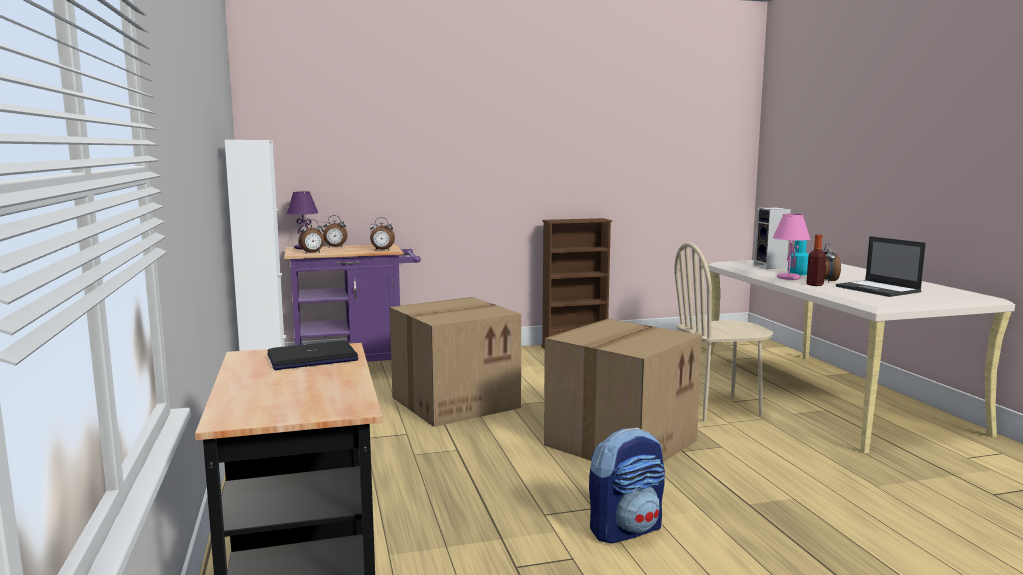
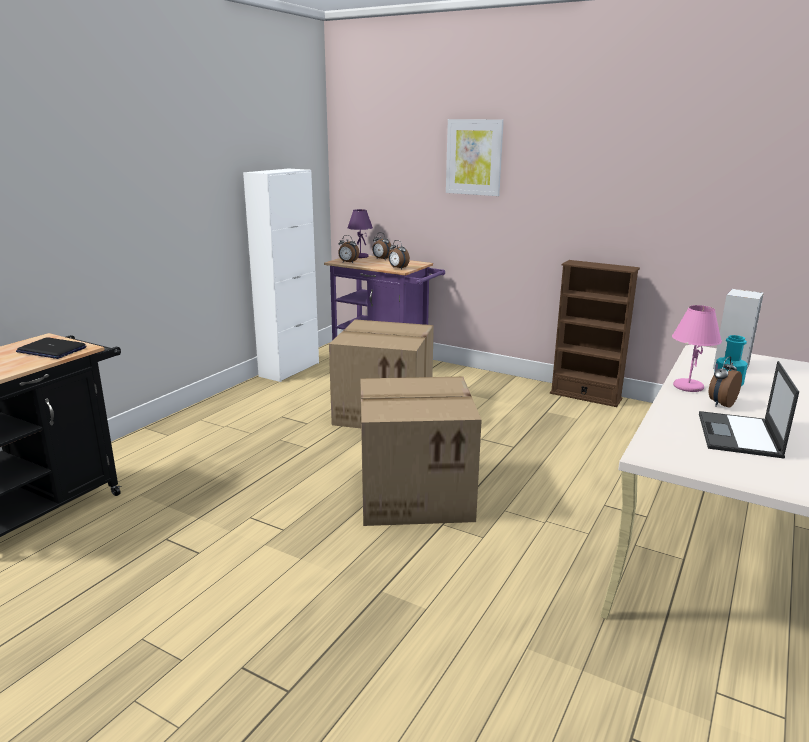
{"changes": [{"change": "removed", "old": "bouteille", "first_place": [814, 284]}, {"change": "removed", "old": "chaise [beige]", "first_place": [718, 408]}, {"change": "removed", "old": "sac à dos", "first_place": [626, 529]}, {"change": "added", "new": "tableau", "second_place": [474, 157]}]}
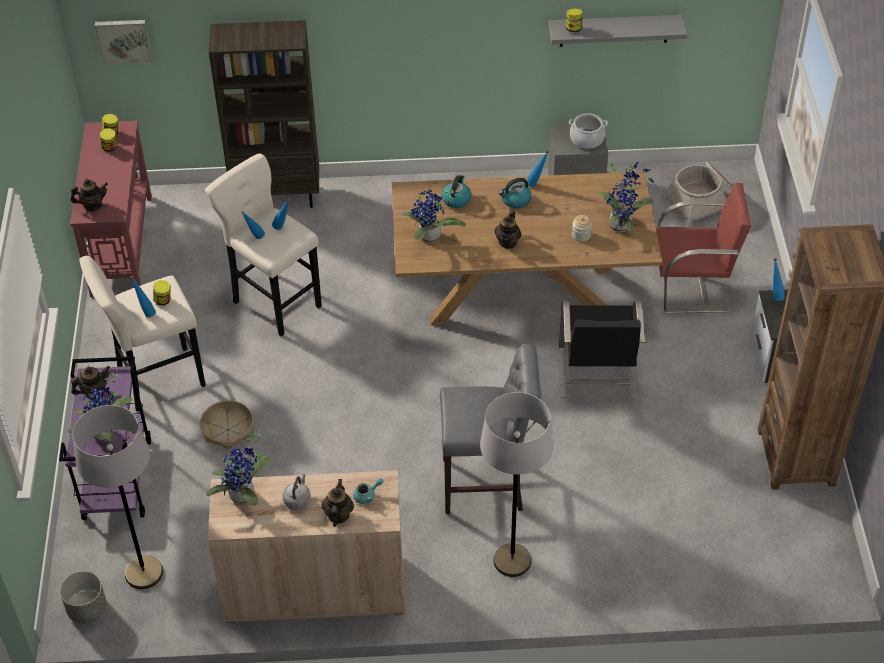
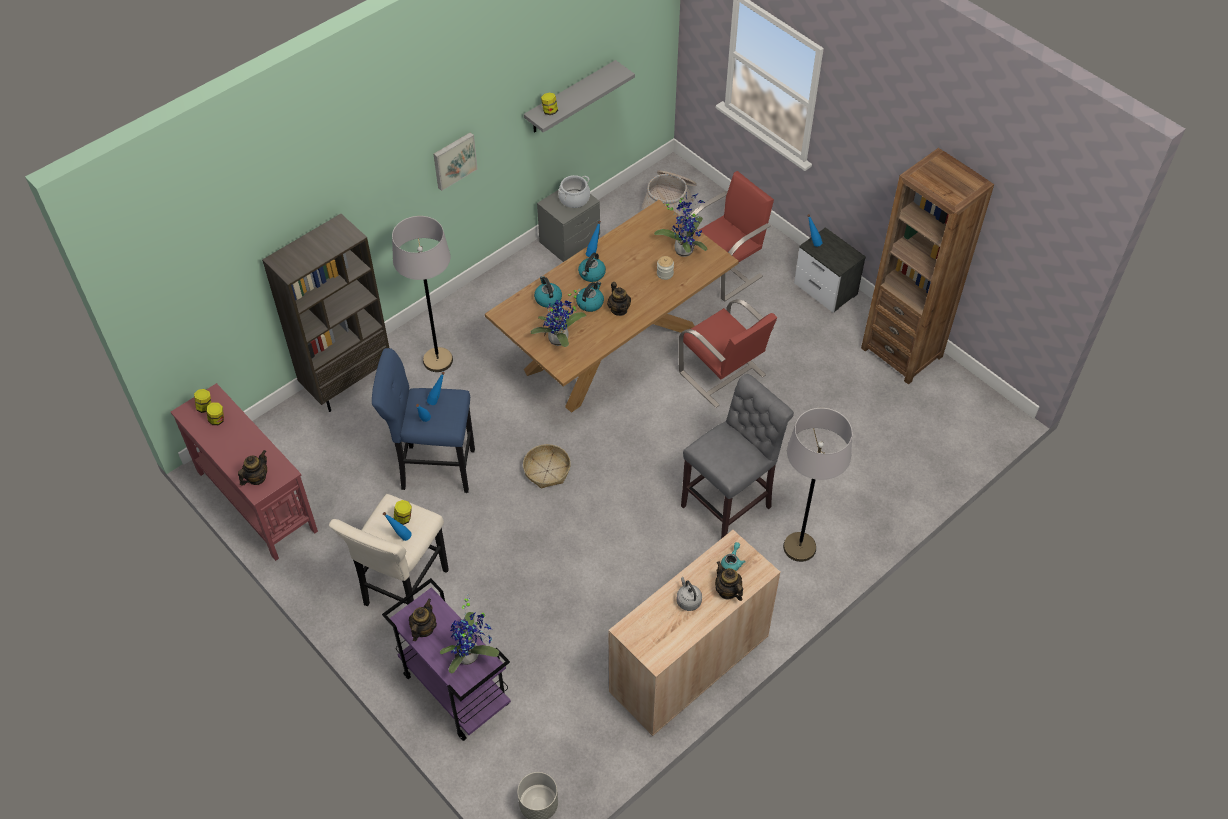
{"changes": [{"change": "moved", "old": "tableau", "first_place": [124, 40], "second_place": [454, 160]}, {"change": "recoloured", "old": "tabouret [beige]", "new": "tabouret [bleu]", "first_place": [274, 301], "second_place": [433, 468]}, {"change": "recoloured", "old": "chaise [noir]", "new": "chaise [rouge]", "first_place": [597, 374], "second_place": [723, 375]}, {"change": "moved", "old": "panier", "first_place": [227, 430], "second_place": [547, 471]}, {"change": "moved", "old": "lampadaire [gris]", "first_place": [144, 573], "second_place": [438, 360]}, {"change": "removed", "old": "plante en pot", "first_place": [244, 497]}, {"change": "added", "new": "bouilloire", "second_place": [590, 303]}]}
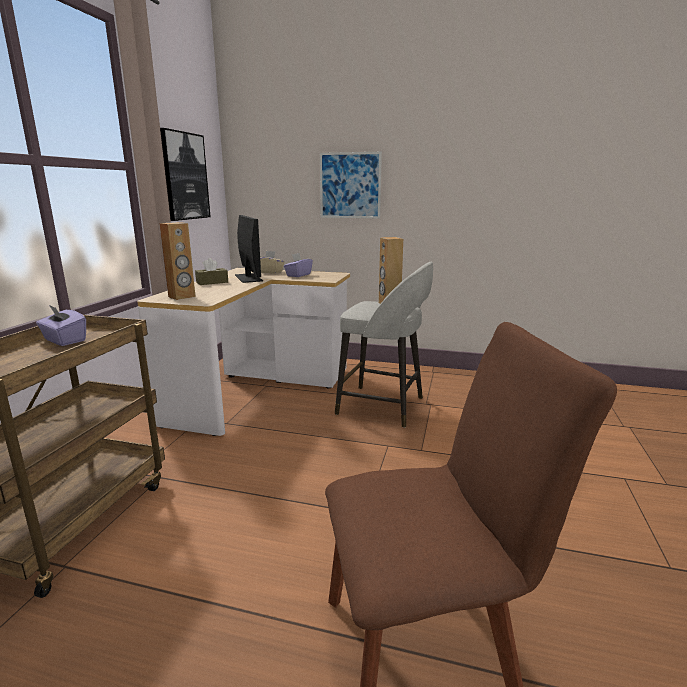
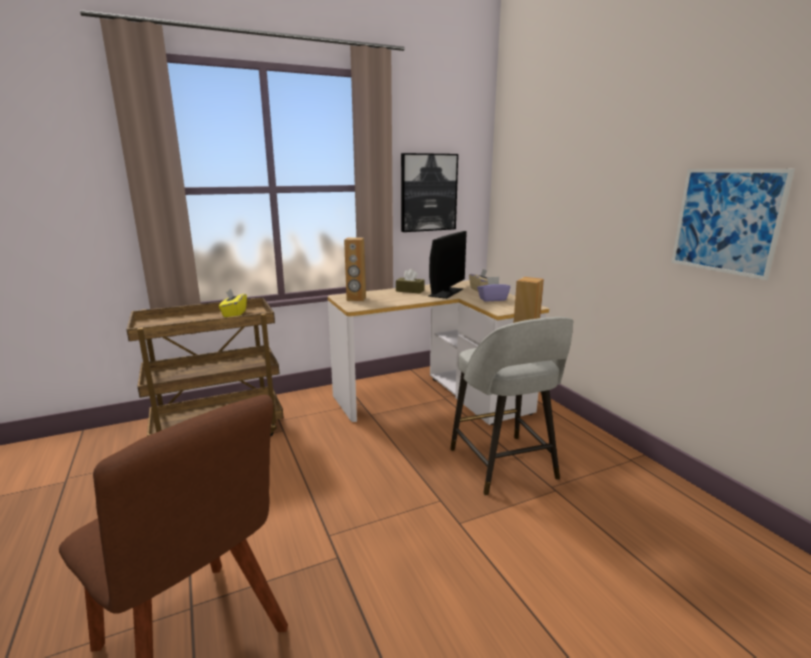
{"changes": [{"change": "moved", "old": "tableau", "first_place": [350, 185], "second_place": [726, 221]}, {"change": "recoloured", "old": "boîte à mouchoirs [violet]", "new": "boîte à mouchoirs [jaune]", "first_place": [64, 340], "second_place": [234, 314]}]}
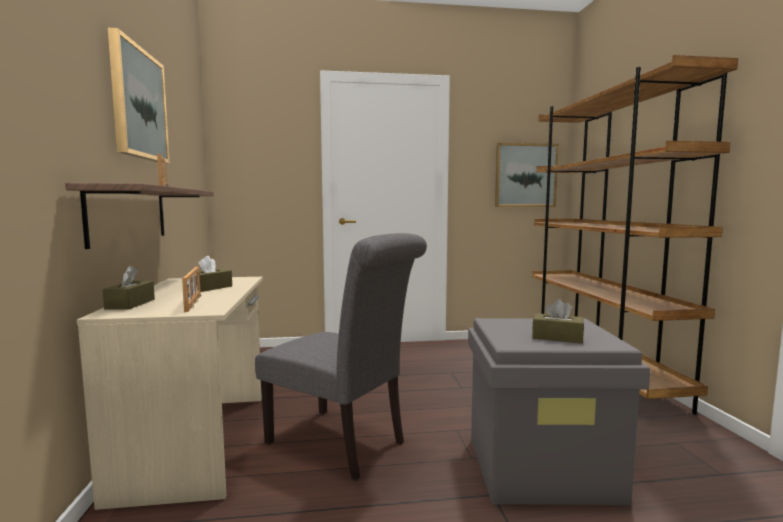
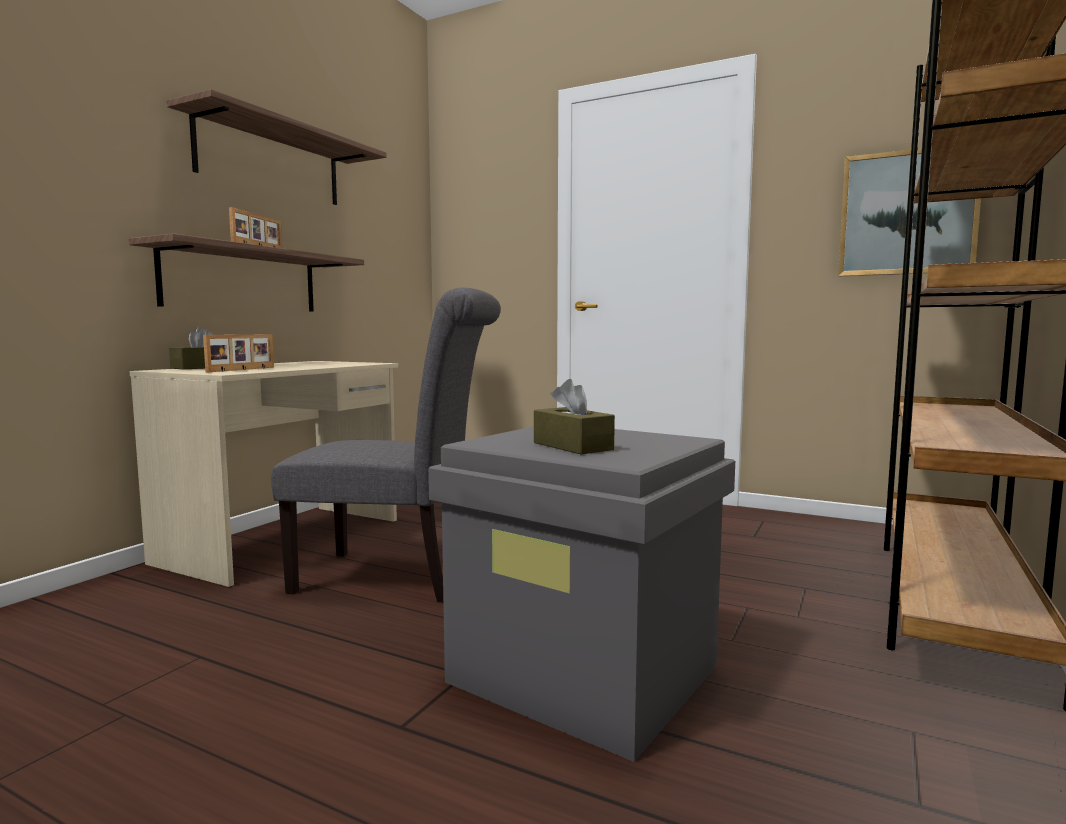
{"changes": [{"change": "replaced", "old": "tableau", "new": "étagère", "first_place": [138, 104], "second_place": [271, 162]}, {"change": "turned", "old": "chaise [gris]", "first_place": [342, 444], "second_place": [398, 577], "degrees": -60}, {"change": "removed", "old": "boîte à mouchoirs [marron]", "first_place": [210, 288]}]}
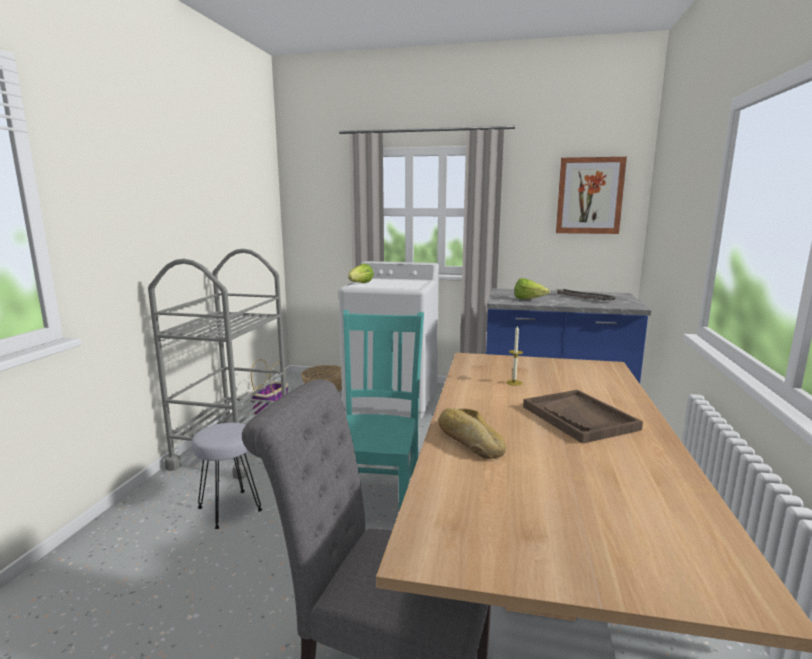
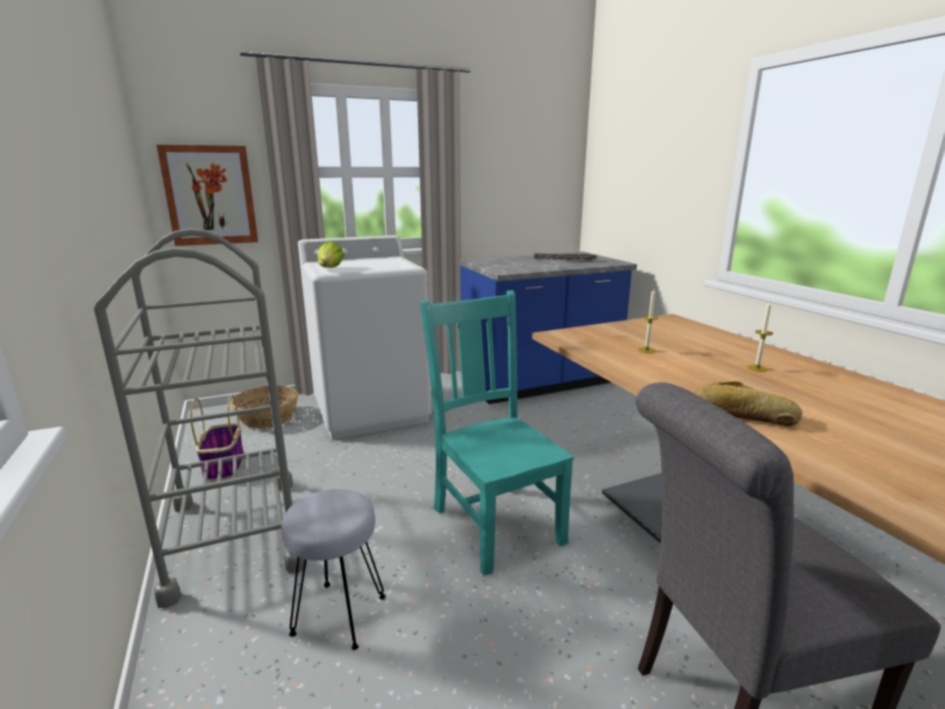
{"changes": [{"change": "moved", "old": "tableau", "first_place": [589, 196], "second_place": [210, 195]}, {"change": "removed", "old": "laitue", "first_place": [528, 299]}, {"change": "replaced", "old": "plateau [marron]", "new": "bougie", "first_place": [579, 418], "second_place": [757, 368]}]}
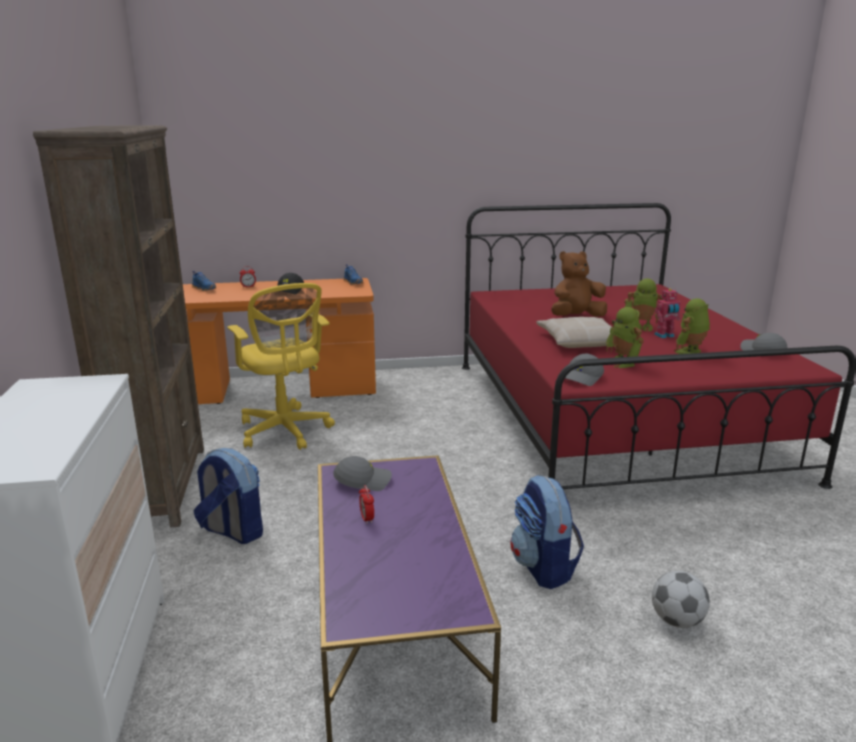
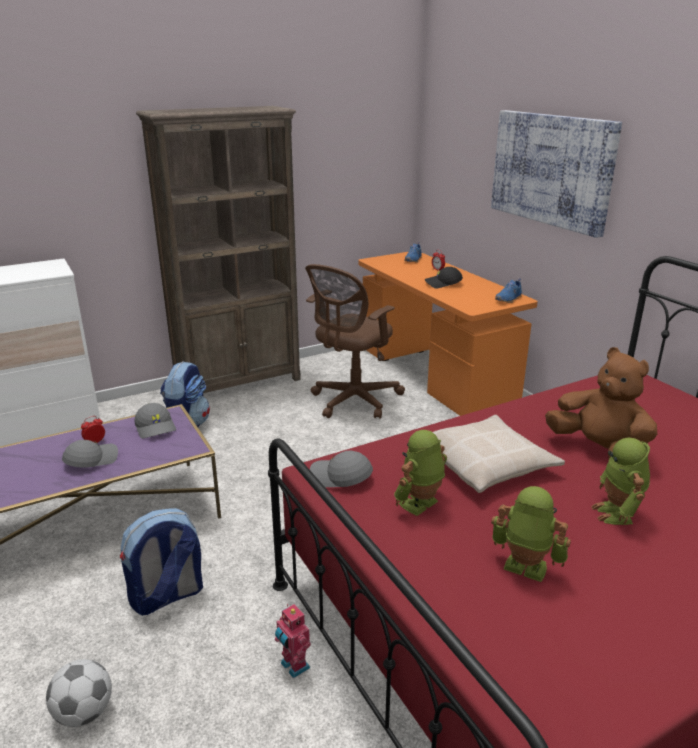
{"changes": [{"change": "recoloured", "old": "chaise de bureau [jaune]", "new": "chaise de bureau [marron]", "first_place": [285, 432], "second_place": [352, 401]}, {"change": "moved", "old": "robot jouet", "first_place": [665, 336], "second_place": [293, 666]}, {"change": "moved", "old": "casquette [gris]", "first_place": [762, 351], "second_place": [91, 460]}, {"change": "added", "new": "tableau", "second_place": [552, 169]}]}
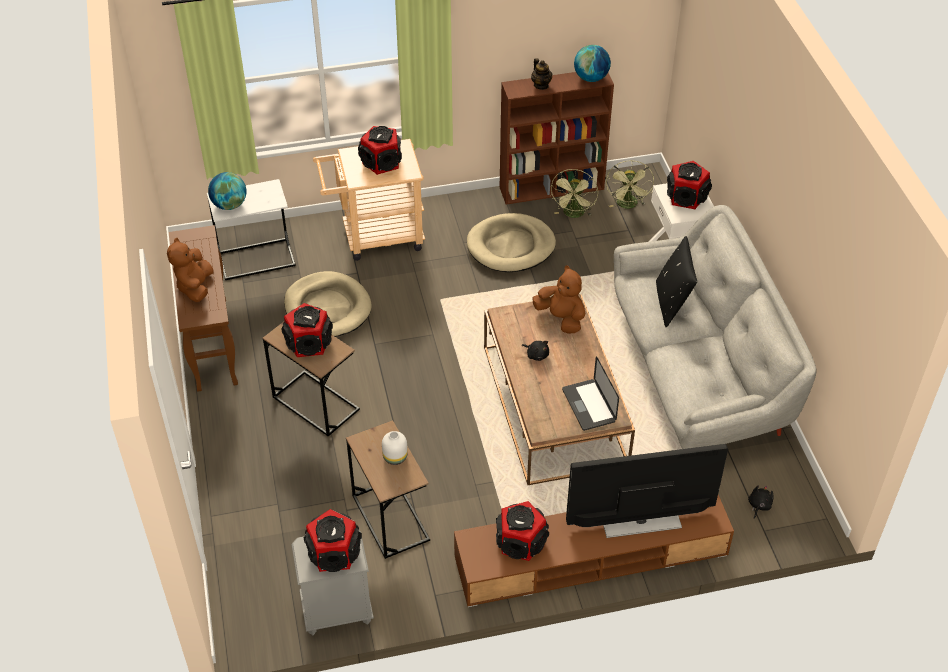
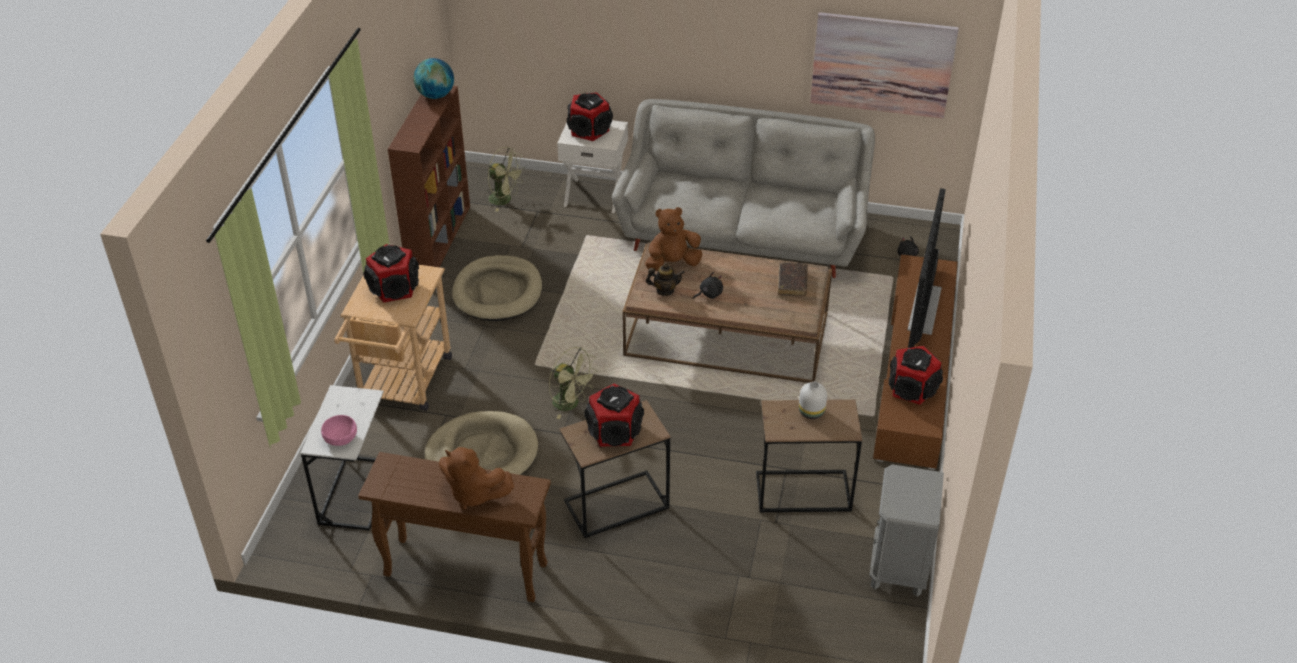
{"changes": [{"change": "moved", "old": "théière", "first_place": [541, 85], "second_place": [665, 290]}, {"change": "moved", "old": "ventilateur [vert]", "first_place": [573, 214], "second_place": [571, 404]}, {"change": "replaced", "old": "globe", "new": "bol [rose]", "first_place": [229, 205], "second_place": [340, 437]}, {"change": "removed", "old": "coussin [noir]", "first_place": [672, 303]}, {"change": "replaced", "old": "ordinateur portable", "new": "livre [marron]", "first_place": [588, 405], "second_place": [792, 283]}, {"change": "removed", "old": "enceinte", "first_place": [334, 553]}, {"change": "added", "new": "tableau", "second_place": [882, 64]}]}
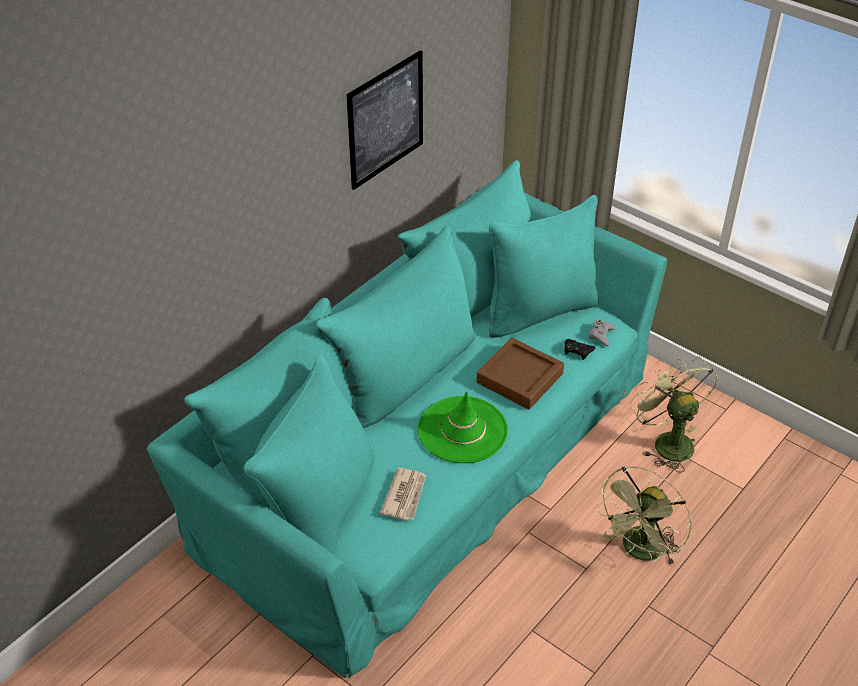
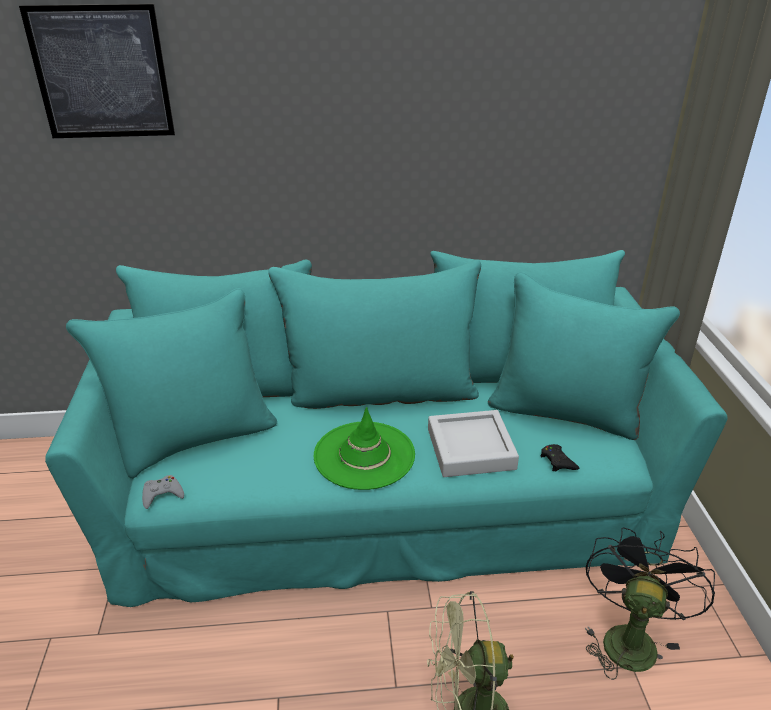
{"changes": [{"change": "moved", "old": "tableau", "first_place": [385, 120], "second_place": [101, 73]}, {"change": "moved", "old": "manette [gris]", "first_place": [601, 335], "second_place": [162, 494]}, {"change": "recoloured", "old": "plateau [marron]", "new": "plateau [gris]", "first_place": [519, 378], "second_place": [470, 449]}, {"change": "recoloured", "old": "ventilateur [vert]", "new": "ventilateur [noir]", "first_place": [667, 441], "second_place": [628, 637]}, {"change": "removed", "old": "journal", "first_place": [405, 496]}]}
